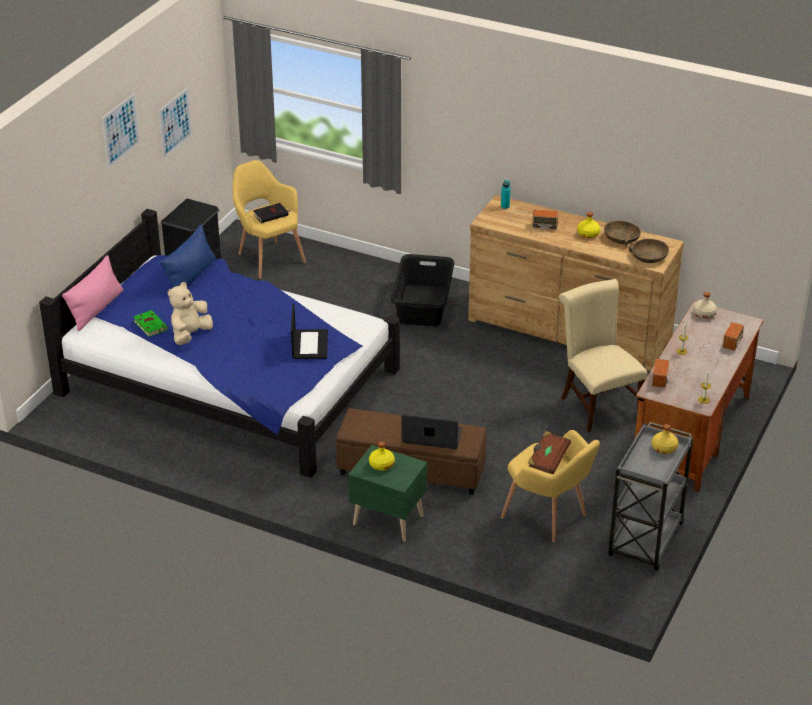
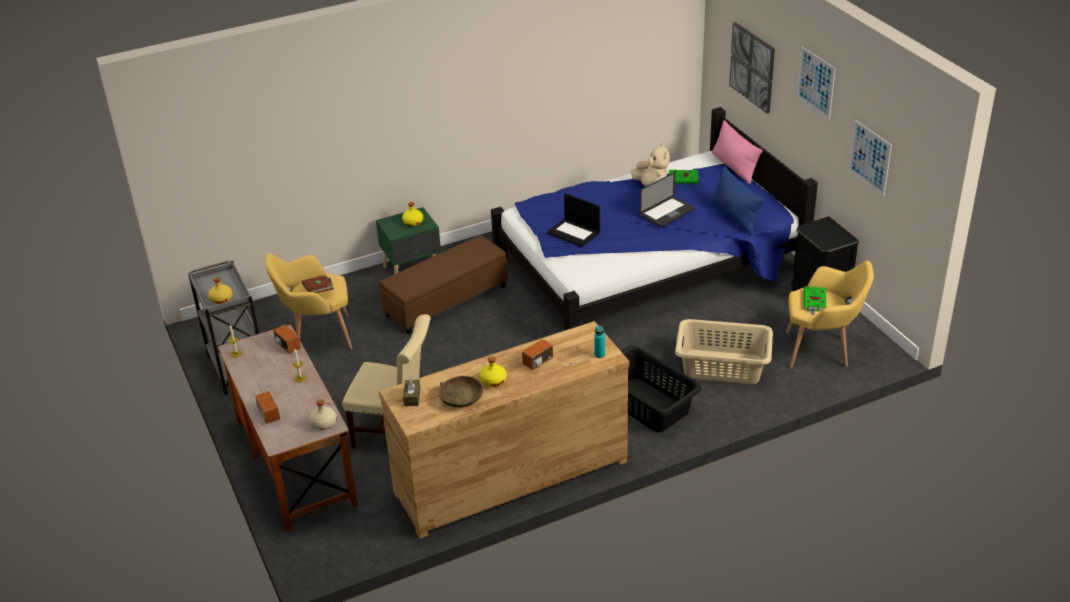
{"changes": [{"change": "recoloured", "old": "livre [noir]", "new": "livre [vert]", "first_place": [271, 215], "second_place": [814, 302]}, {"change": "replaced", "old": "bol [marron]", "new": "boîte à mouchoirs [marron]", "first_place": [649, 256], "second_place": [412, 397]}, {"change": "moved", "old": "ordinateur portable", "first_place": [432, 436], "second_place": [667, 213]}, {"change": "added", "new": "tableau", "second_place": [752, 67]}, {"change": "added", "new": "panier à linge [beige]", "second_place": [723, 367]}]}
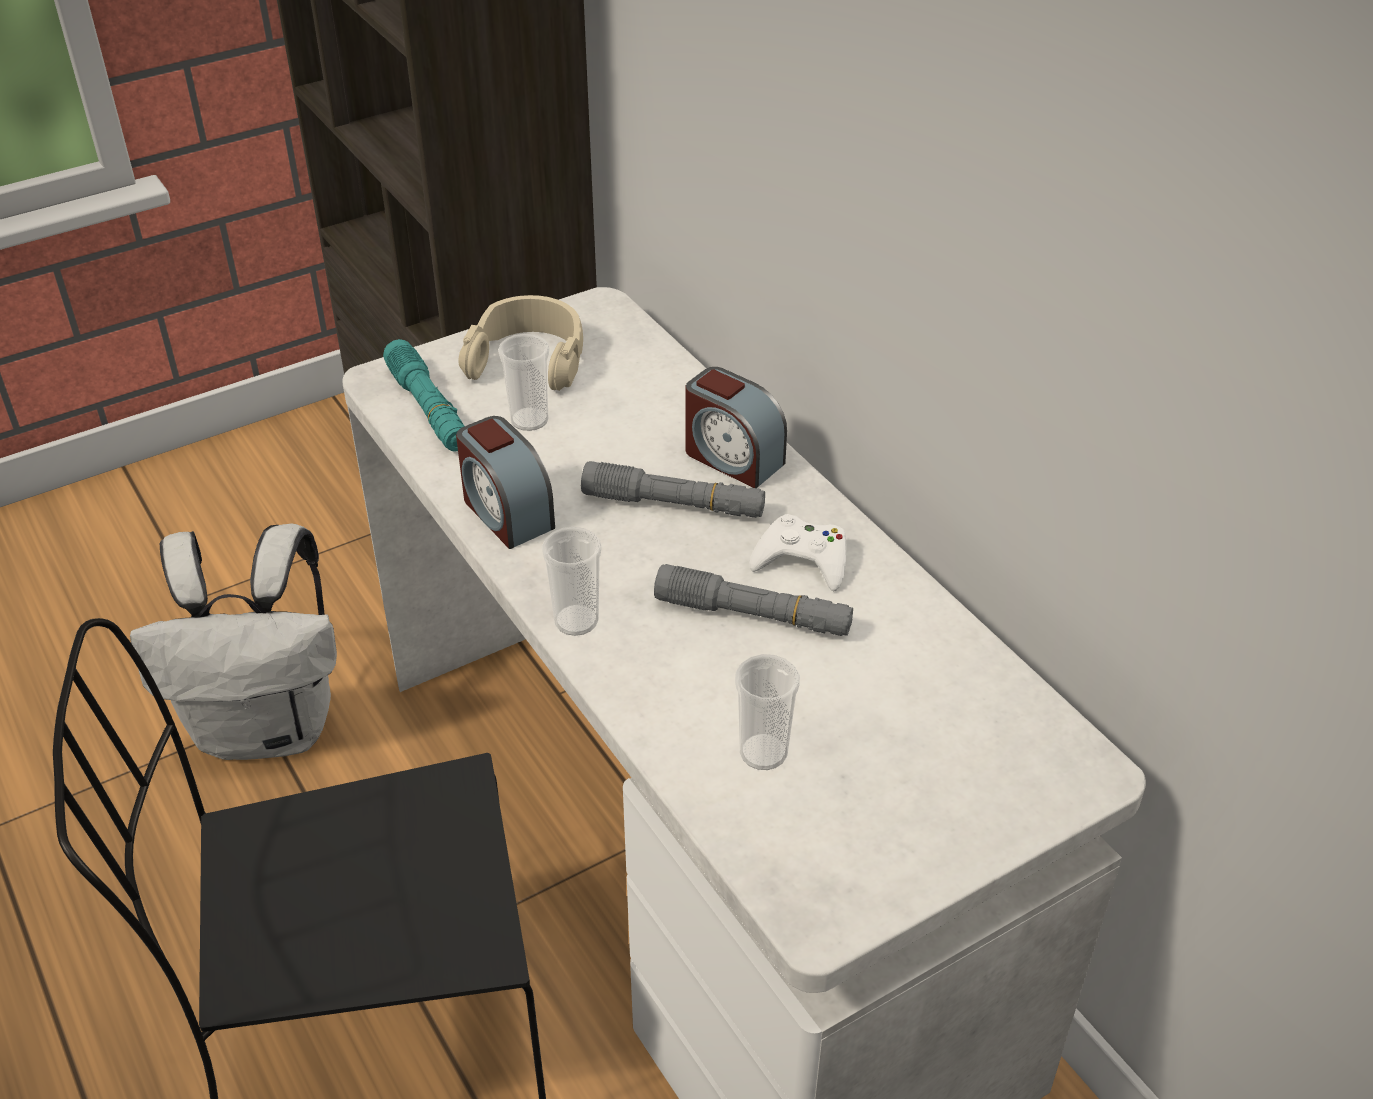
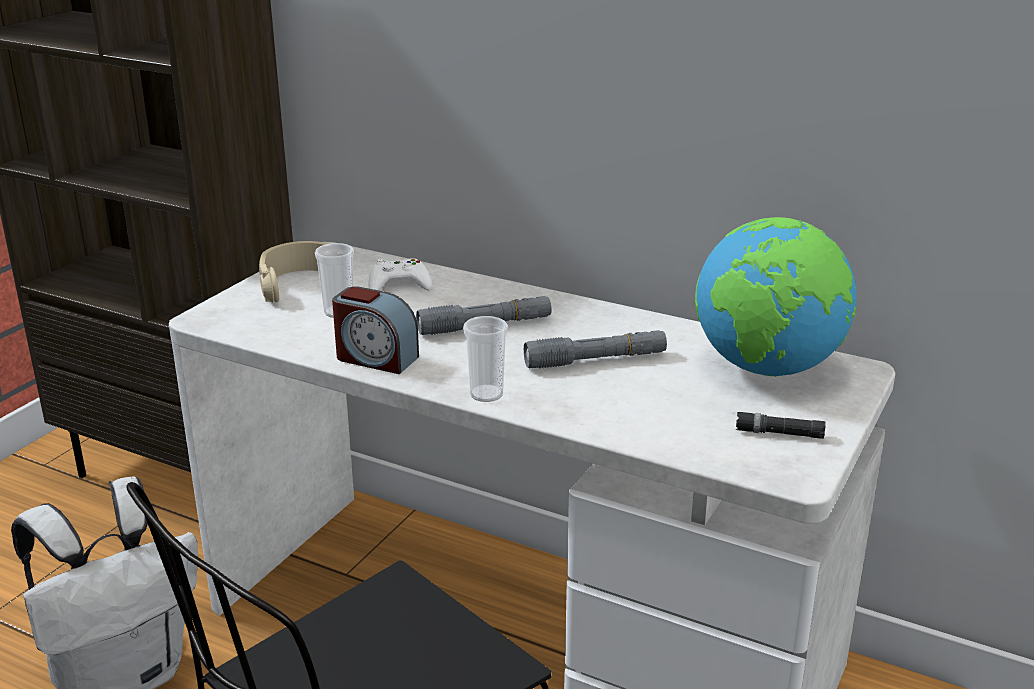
{"changes": [{"change": "removed", "old": "lampe de poche [turquoise]", "first_place": [428, 409]}, {"change": "removed", "old": "réveil", "first_place": [732, 458]}, {"change": "moved", "old": "manette [blanc]", "first_place": [803, 560], "second_place": [399, 284]}, {"change": "removed", "old": "tasse", "first_place": [763, 752]}, {"change": "added", "new": "globe", "second_place": [767, 368]}, {"change": "added", "new": "lampe de poche [noir]", "second_place": [779, 433]}]}
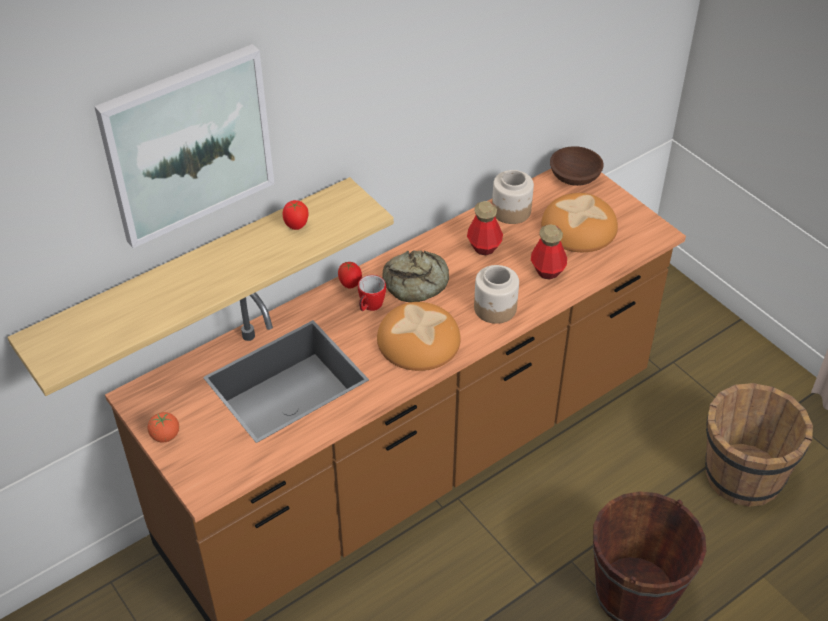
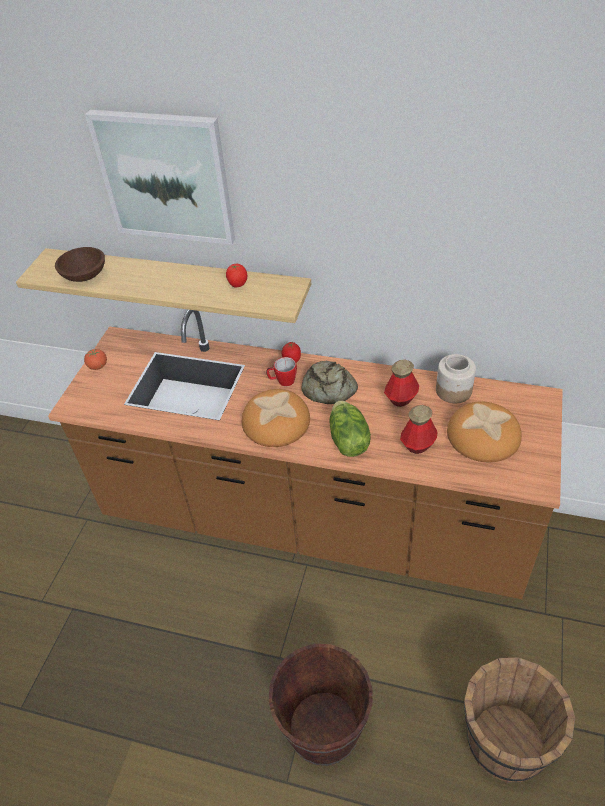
{"changes": [{"change": "moved", "old": "bol [marron]", "first_place": [575, 178], "second_place": [84, 275]}, {"change": "replaced", "old": "bocal", "new": "laitue", "first_place": [495, 308], "second_place": [347, 440]}]}
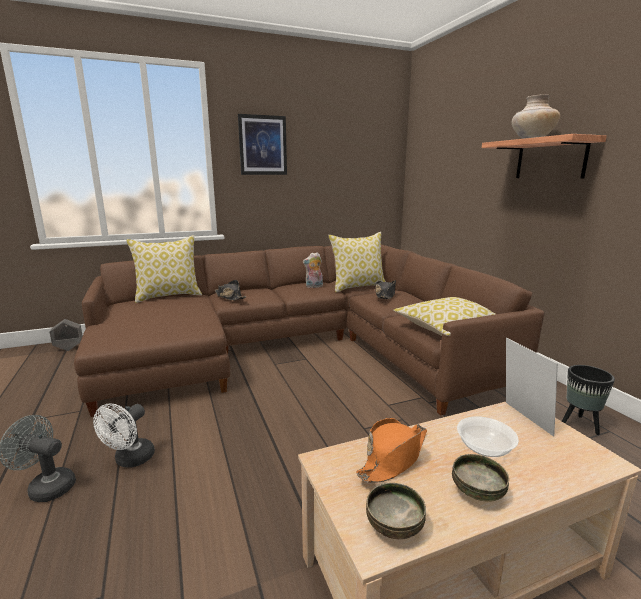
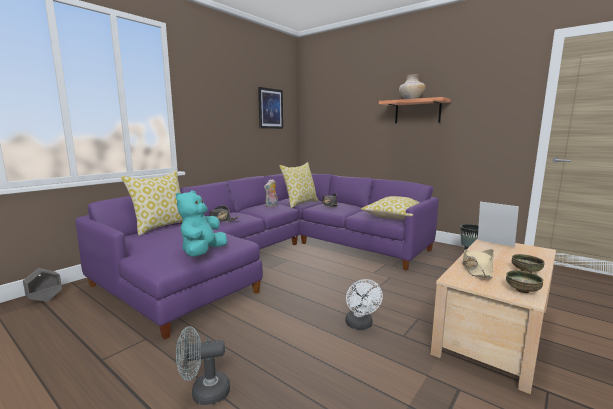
{"changes": [{"change": "moved", "old": "tableau", "first_place": [263, 145], "second_place": [270, 108]}, {"change": "recoloured", "old": "canapé [marron]", "new": "canapé [violet]", "first_place": [297, 348], "second_place": [272, 255]}, {"change": "moved", "old": "ventilateur [blanc]", "first_place": [130, 460], "second_place": [360, 325]}, {"change": "removed", "old": "bol", "first_place": [484, 448]}, {"change": "recoloured", "old": "chapeau [orange]", "new": "chapeau [beige]", "first_place": [394, 457], "second_place": [476, 269]}, {"change": "added", "new": "peluche [turquoise]", "second_place": [202, 253]}]}
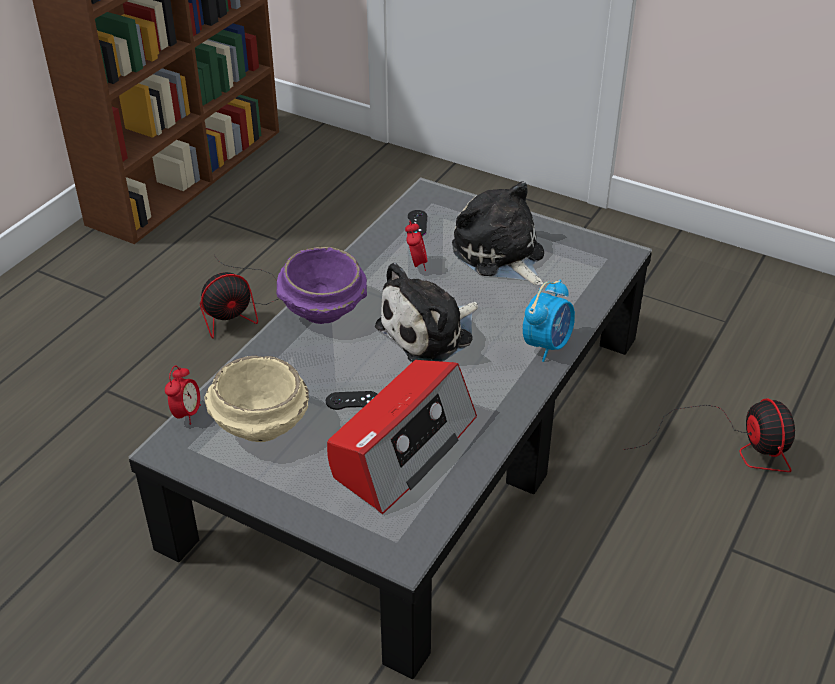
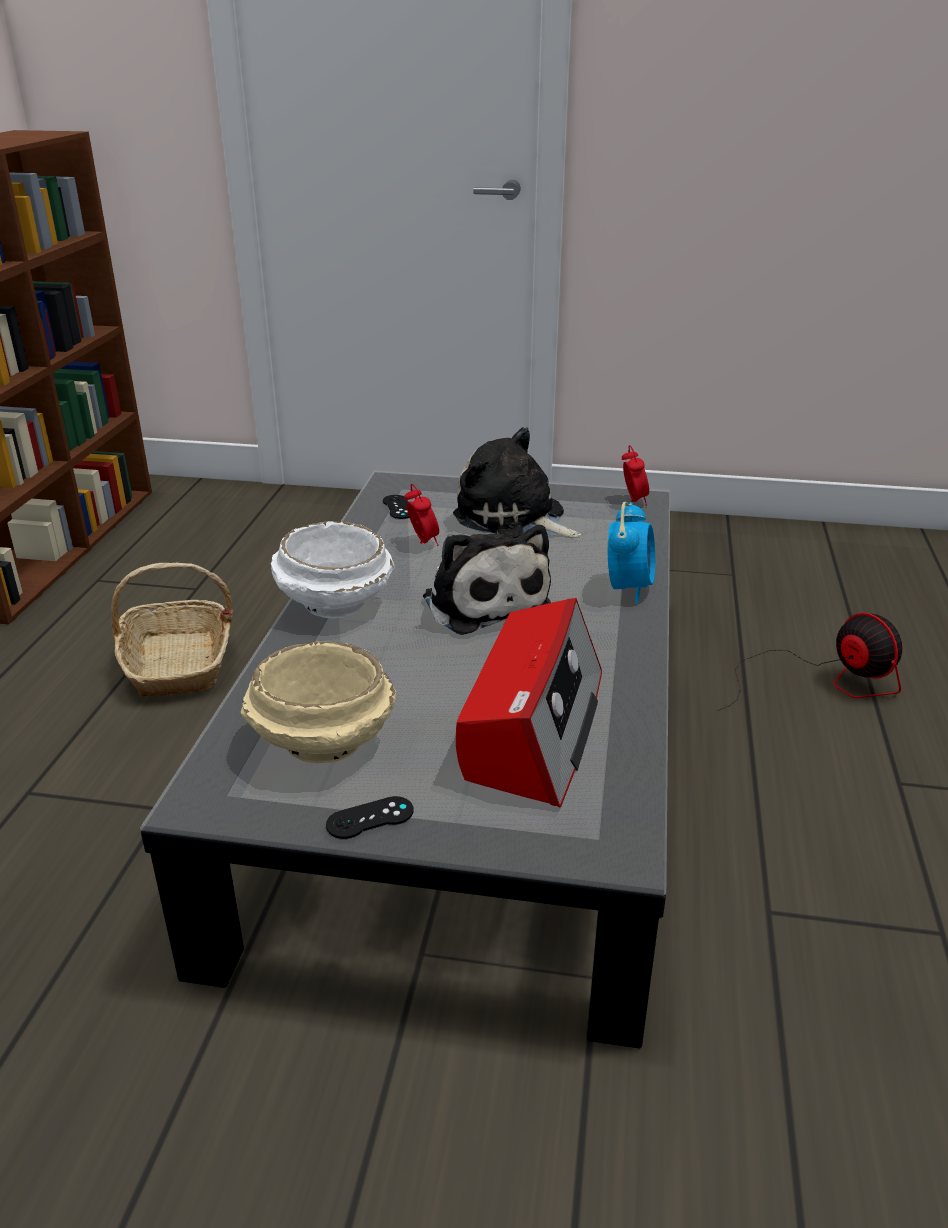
{"changes": [{"change": "recoloured", "old": "bol [violet]", "new": "bol [blanc]", "first_place": [323, 309], "second_place": [335, 603]}, {"change": "replaced", "old": "ventilateur", "new": "panier", "first_place": [238, 308], "second_place": [178, 664]}, {"change": "turned", "old": "peluche", "first_place": [430, 332], "second_place": [483, 601], "degrees": -60}, {"change": "moved", "old": "réveil", "first_place": [186, 414], "second_place": [633, 501]}, {"change": "moved", "old": "manette [noir]", "first_place": [352, 401], "second_place": [370, 818]}]}
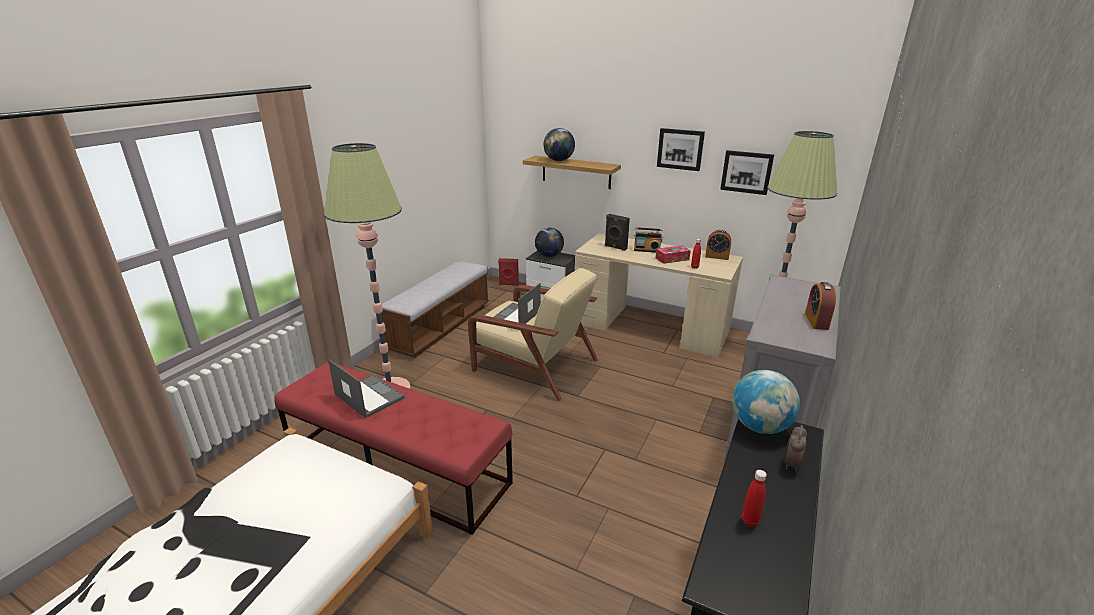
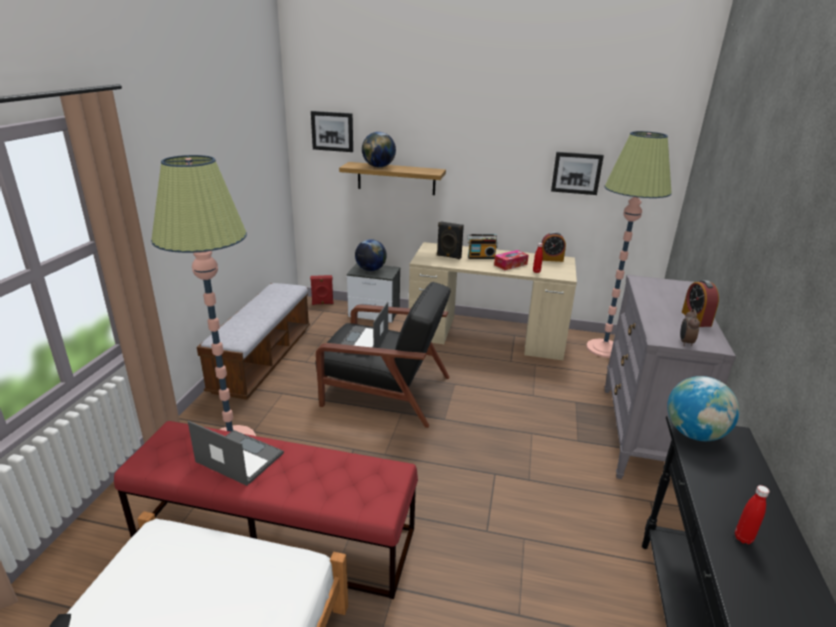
{"changes": [{"change": "moved", "old": "tableau", "first_place": [680, 149], "second_place": [332, 131]}, {"change": "recoloured", "old": "fauteuil [beige]", "new": "fauteuil [noir]", "first_place": [533, 364], "second_place": [384, 390]}, {"change": "moved", "old": "réveil", "first_place": [791, 464], "second_place": [685, 342]}]}
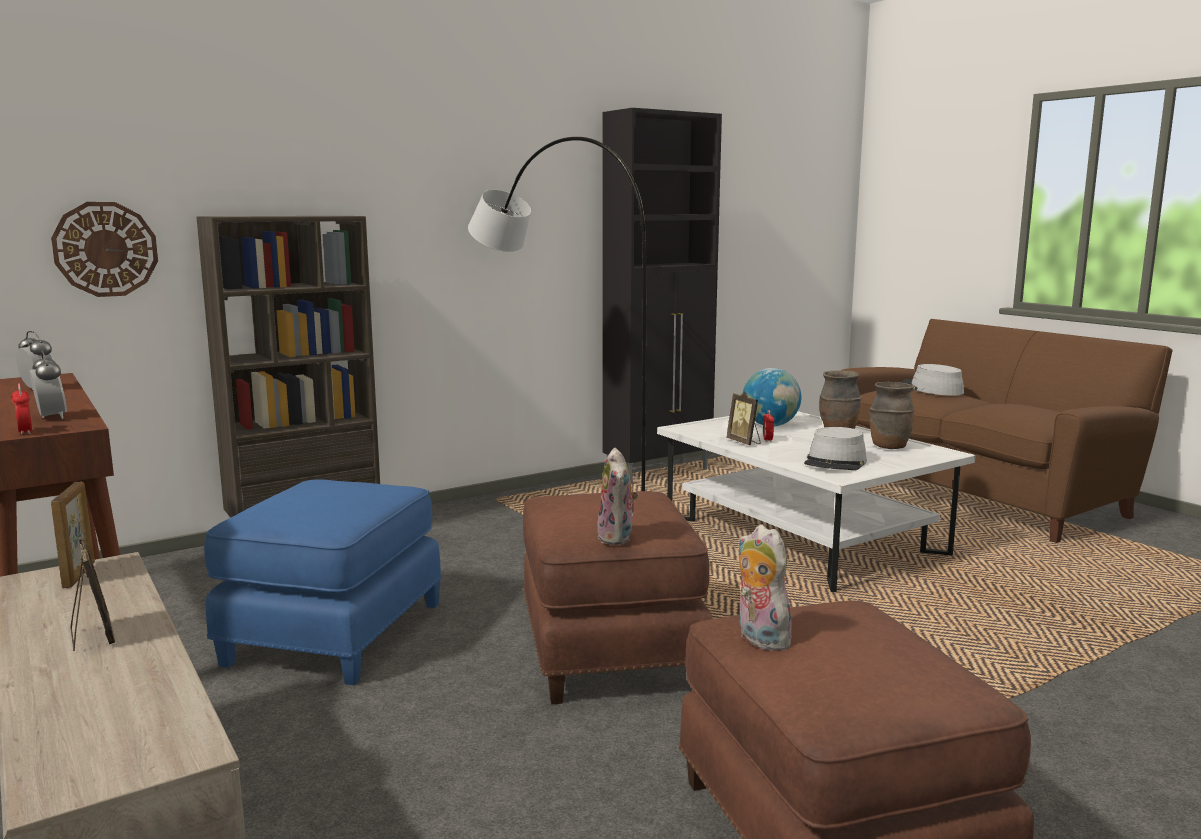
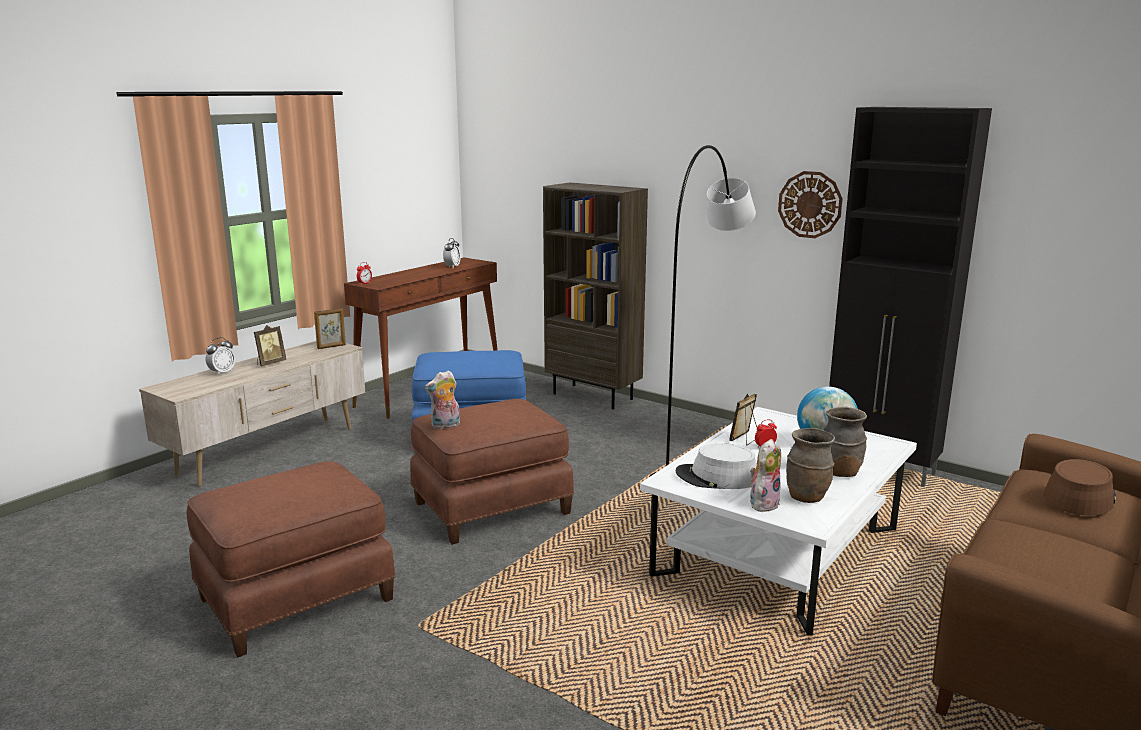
{"changes": [{"change": "moved", "old": "horloge murale", "first_place": [105, 249], "second_place": [810, 204]}, {"change": "moved", "old": "réveil", "first_place": [51, 417], "second_place": [222, 372]}, {"change": "recoloured", "old": "chapeau [gris]", "new": "chapeau [marron]", "first_place": [931, 389], "second_place": [1079, 496]}, {"change": "moved", "old": "peluche", "first_place": [759, 638], "second_place": [763, 503]}]}
